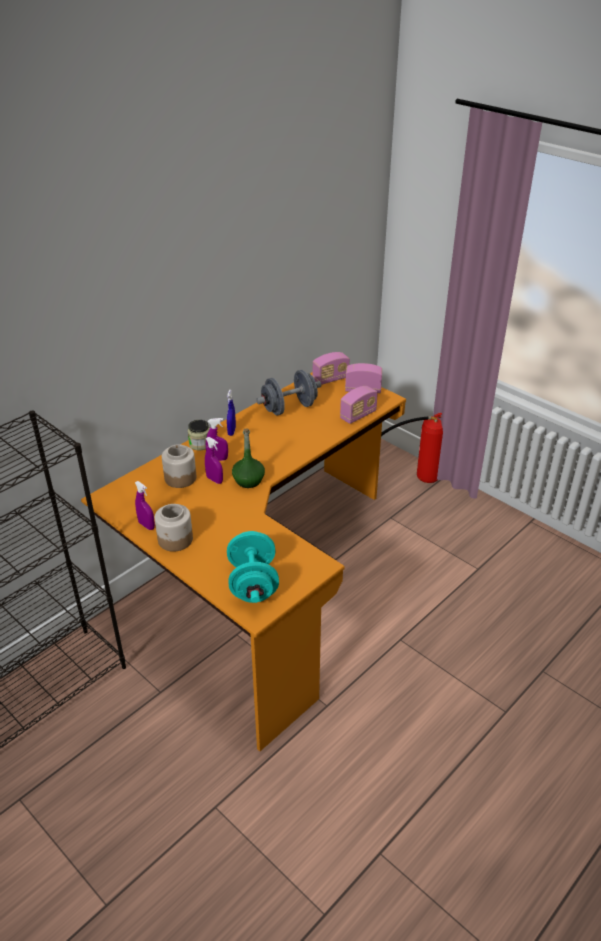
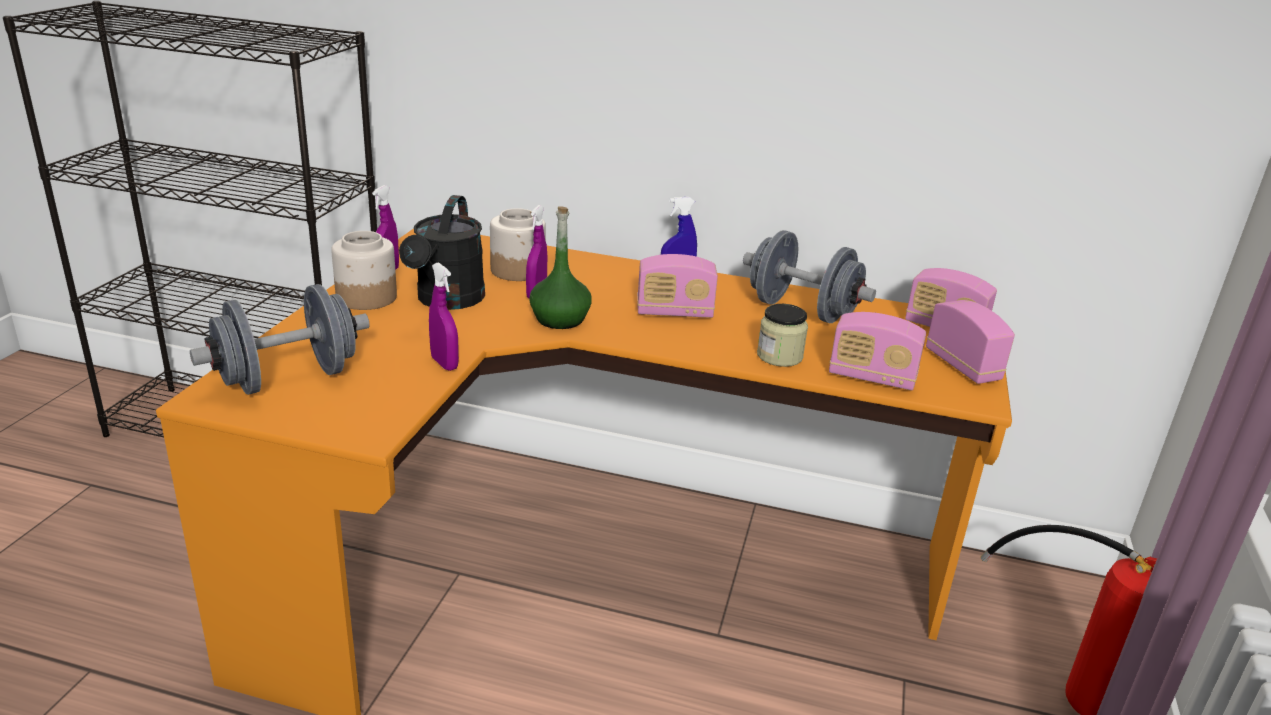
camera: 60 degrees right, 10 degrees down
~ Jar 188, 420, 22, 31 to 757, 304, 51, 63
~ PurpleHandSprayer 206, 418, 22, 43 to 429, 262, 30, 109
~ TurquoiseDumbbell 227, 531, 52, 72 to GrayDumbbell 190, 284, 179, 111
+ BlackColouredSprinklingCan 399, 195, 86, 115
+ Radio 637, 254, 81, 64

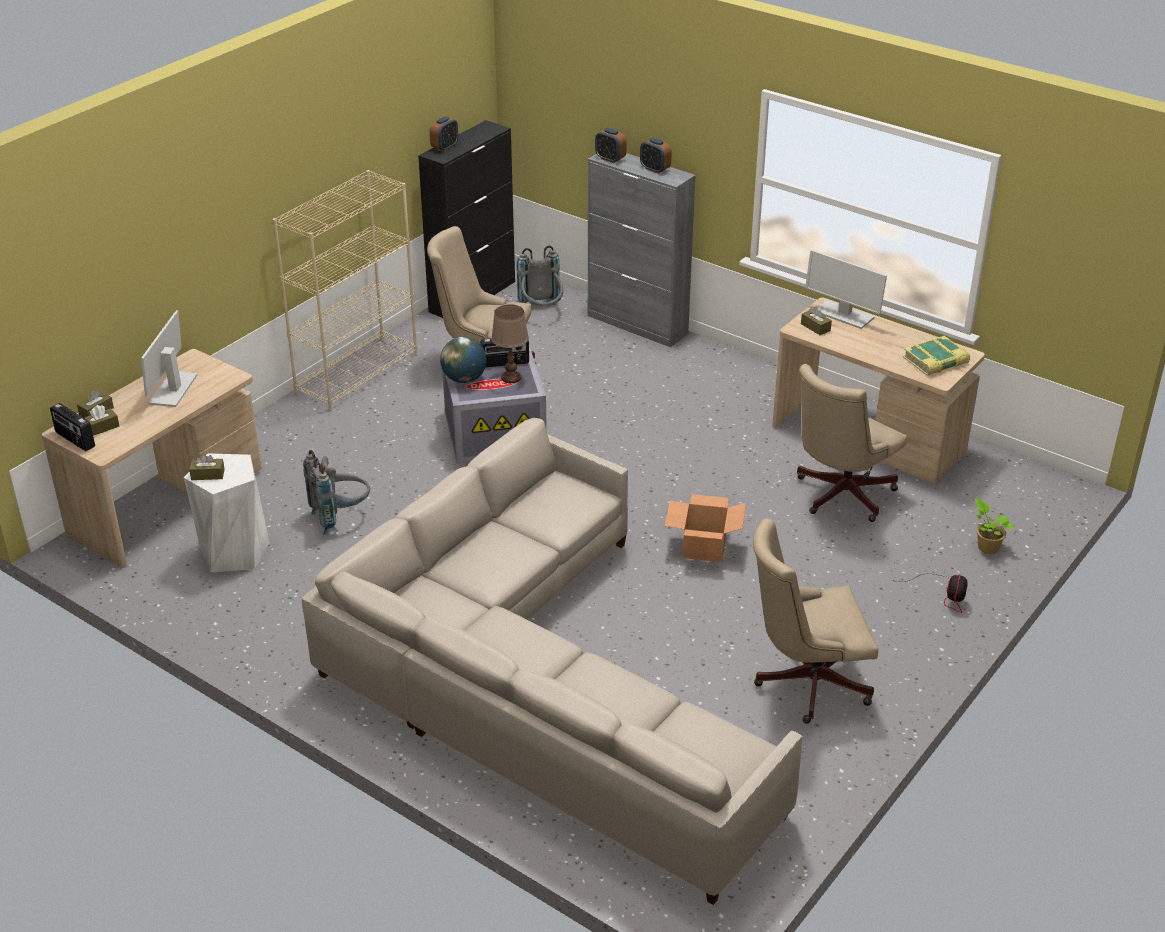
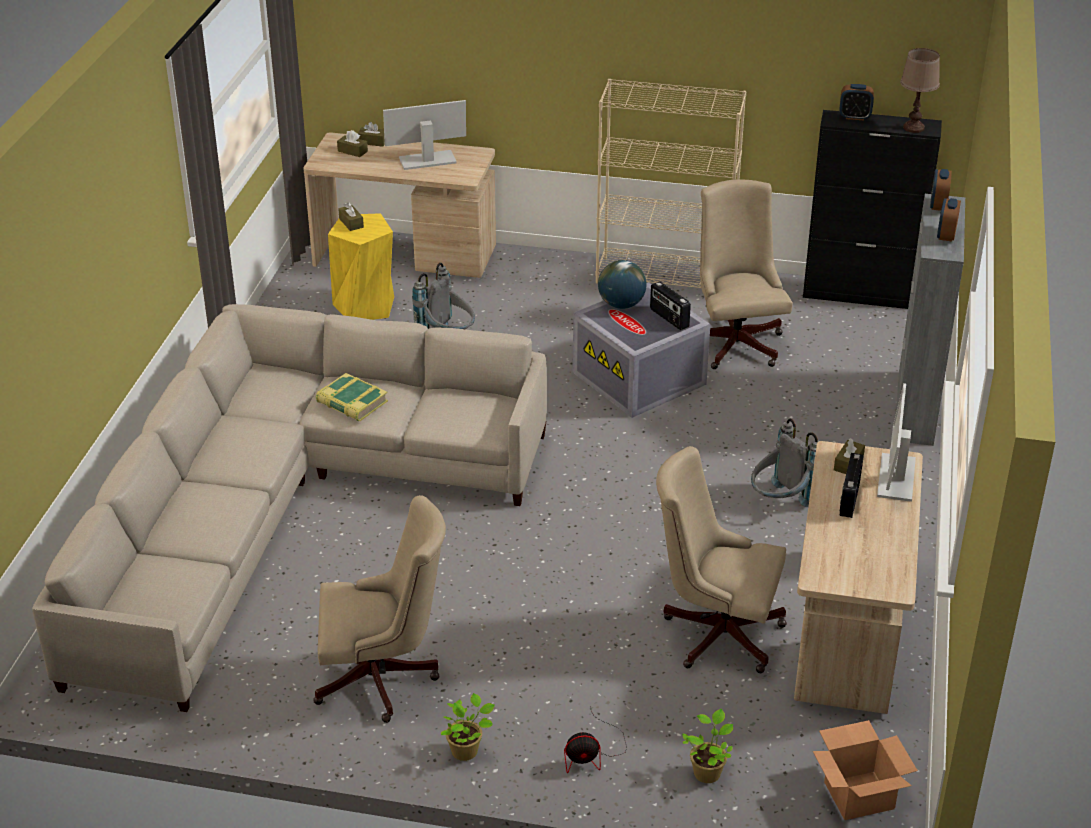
camera: 65 degrees right, 0 degrees up
~ Radio 50, 403, 45, 48 to 840, 453, 24, 65
~ WhiteColouredStoolSeat 184, 453, 86, 119 to YellowishStoolSeat 328, 213, 66, 107
~ BrownColouredTableLamp 491, 304, 38, 79 to 900, 48, 40, 85
~ GrayRucksack 516, 246, 47, 60 to 751, 419, 68, 88
~ CardboardBox 665, 494, 81, 68 to 813, 720, 105, 100
~ BeigeDeskChair 753, 518, 125, 206 = 313, 495, 133, 228 120 degrees clockwise
~ Book 903, 336, 67, 40 to 316, 373, 72, 48
+ PottedPlant 441, 693, 54, 68

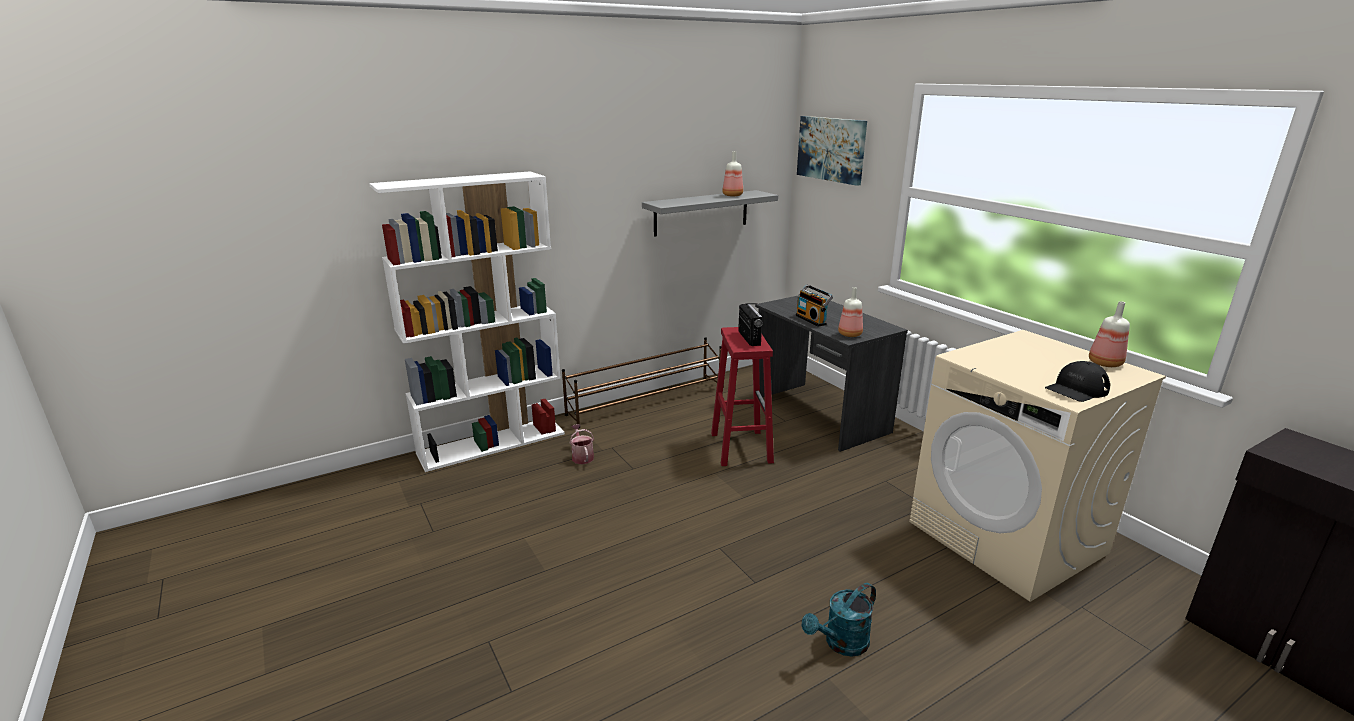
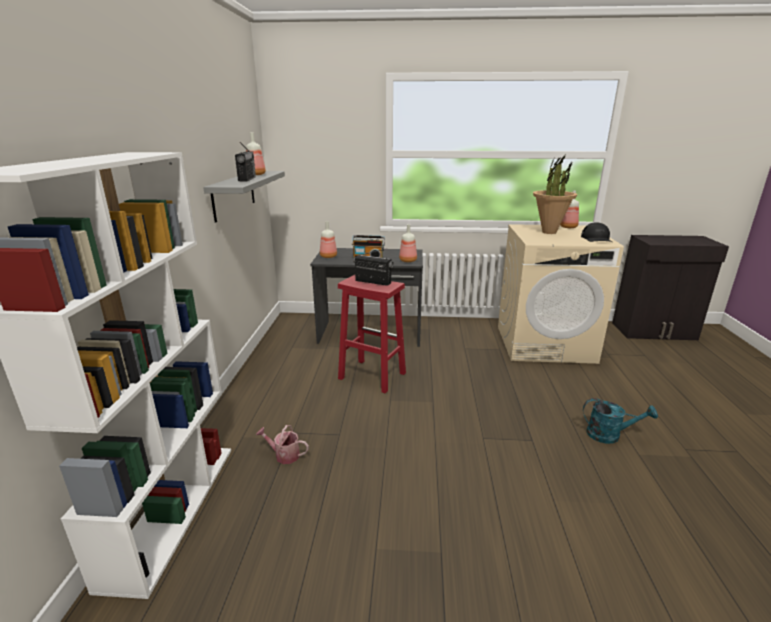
camera: 55 degrees left, 0 degrees up
- BrownColouredShoeStand 562, 337, 160, 91
- Picture 797, 116, 70, 70
~ TurquoiseSprinklingCan 802, 583, 74, 74 = 583, 398, 75, 46 75 degrees counterclockwise
+ Radio 235, 142, 21, 39
+ BeverageBottle 320, 221, 17, 37
+ PottedPlant 533, 155, 44, 79

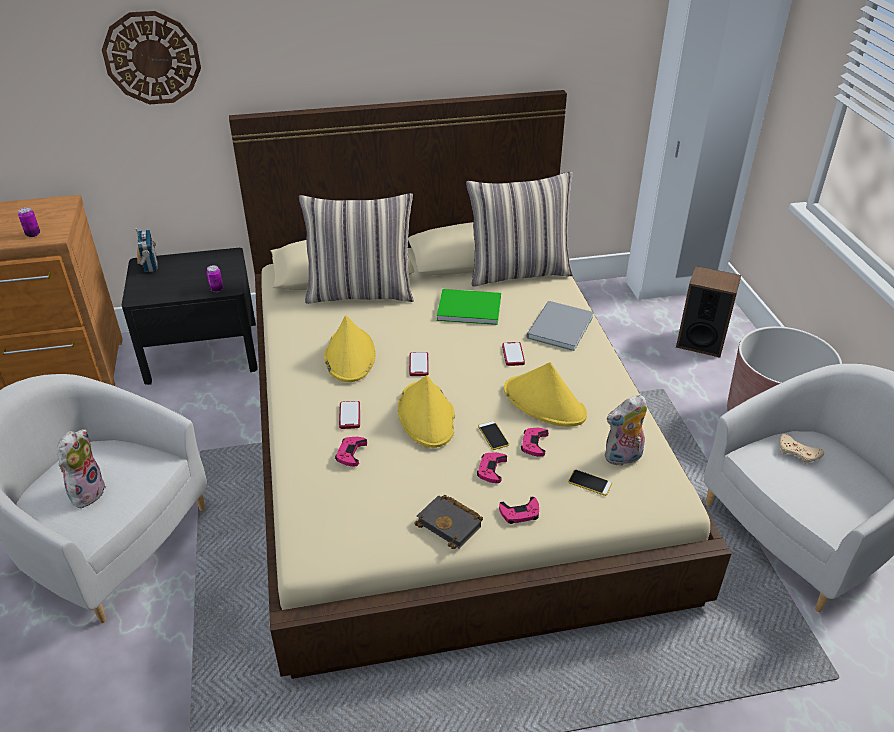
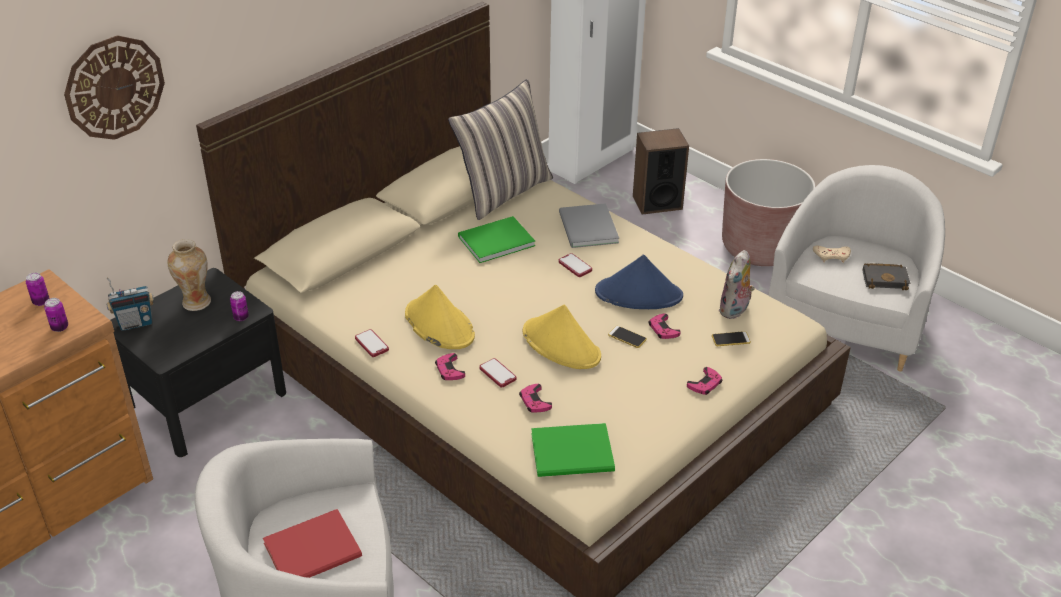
camera: 35 degrees left, 0 degrees up
~ SoftToy 57, 429, 49, 79 to ReddishBook 263, 509, 99, 69
~ Radio 135, 228, 23, 44 = 106, 277, 48, 54 120 degrees clockwise
- Pillow 299, 193, 115, 111
~ Phone 409, 352, 20, 24 to 355, 329, 34, 28
~ BlackColouredBook 414, 495, 69, 54 to 862, 263, 48, 27
~ PinkColouredGameController 477, 453, 30, 30 to 435, 353, 30, 27
~ YellowishWearableHat 504, 362, 83, 65 to BlueColouredWearableHat 595, 255, 88, 54
+ SealedCan 26, 272, 23, 34
+ Vase 168, 239, 43, 72
+ GreenishBook 531, 423, 84, 54

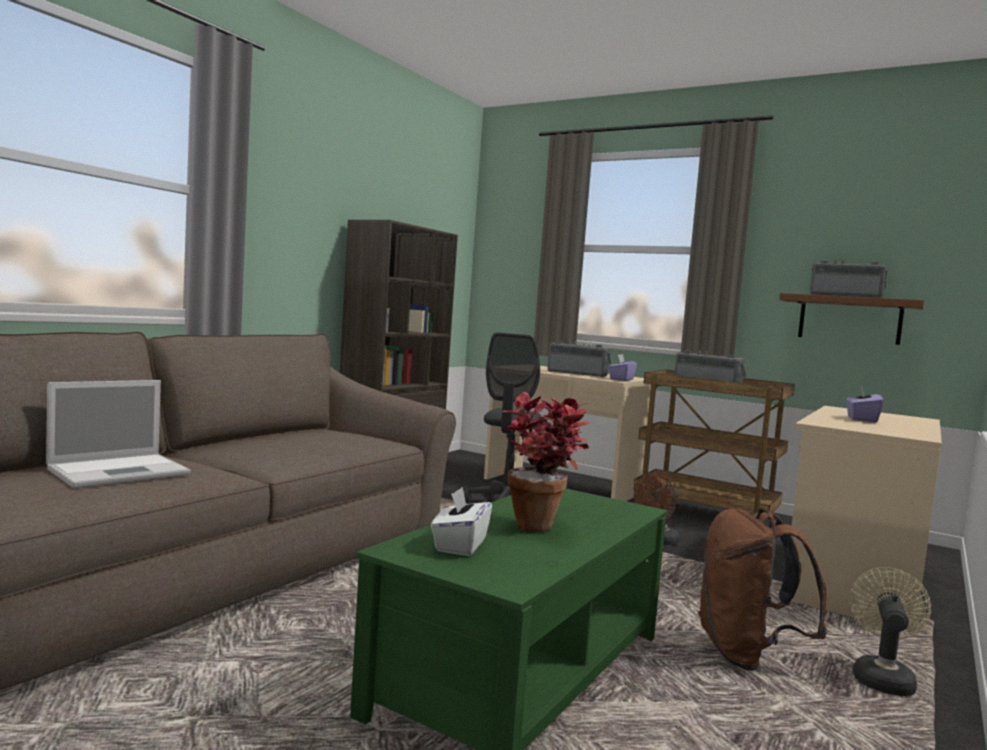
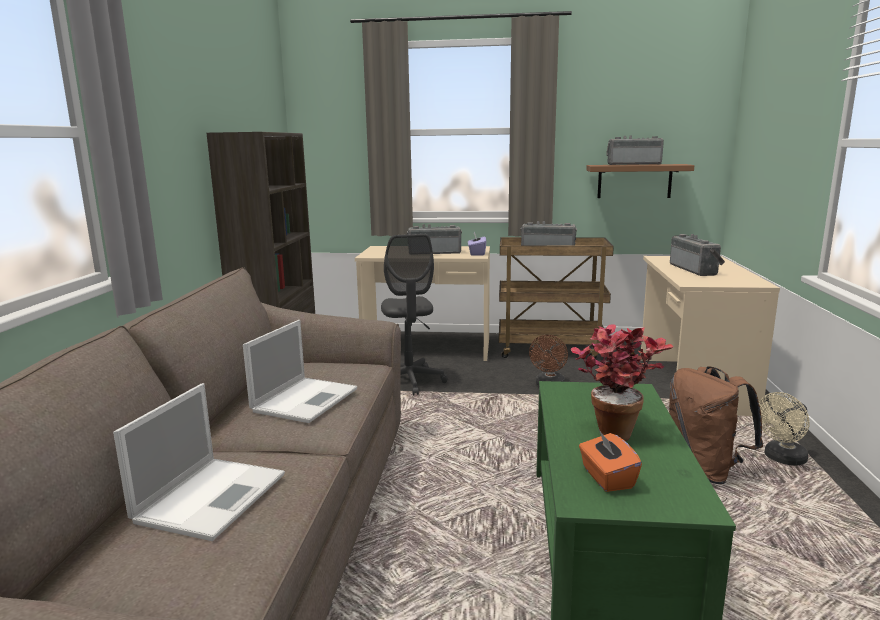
camera: 25 degrees left, 10 degrees up
~ WhiteColouredBoxOfTissues 431, 487, 61, 69 to OrangeBoxOfTissues 579, 430, 63, 62
~ PurpleBoxOfTissues 846, 385, 37, 37 to Radio 670, 234, 55, 42
~ BeigeFan 849, 567, 82, 129 = 759, 392, 51, 74 120 degrees counterclockwise
+ NotebookComputer 243, 320, 114, 103

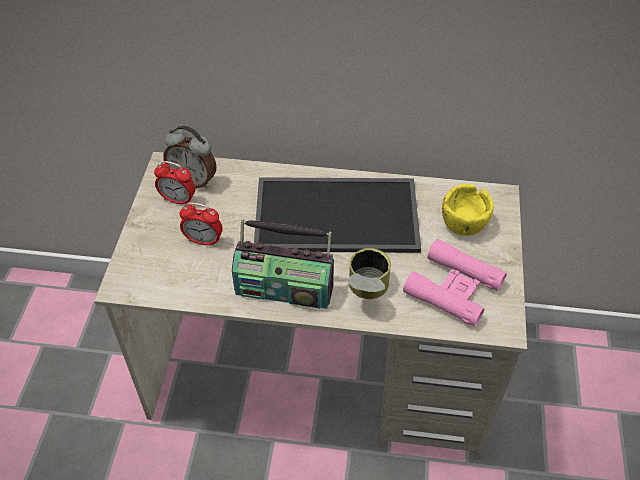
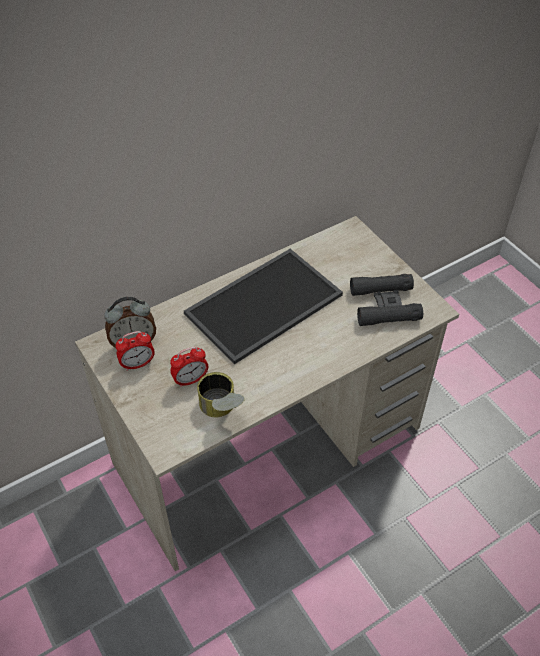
camera: 40 degrees left, 0 degrees up
- Radio 232, 219, 102, 90
~ SealedCan 348, 248, 43, 51 to 197, 372, 48, 45
~ PinkColouredPairOfBinoculars 403, 239, 104, 87 to BlackColouredPairOfBinoculars 350, 274, 73, 52
- YellowishDeepDish 442, 184, 52, 52

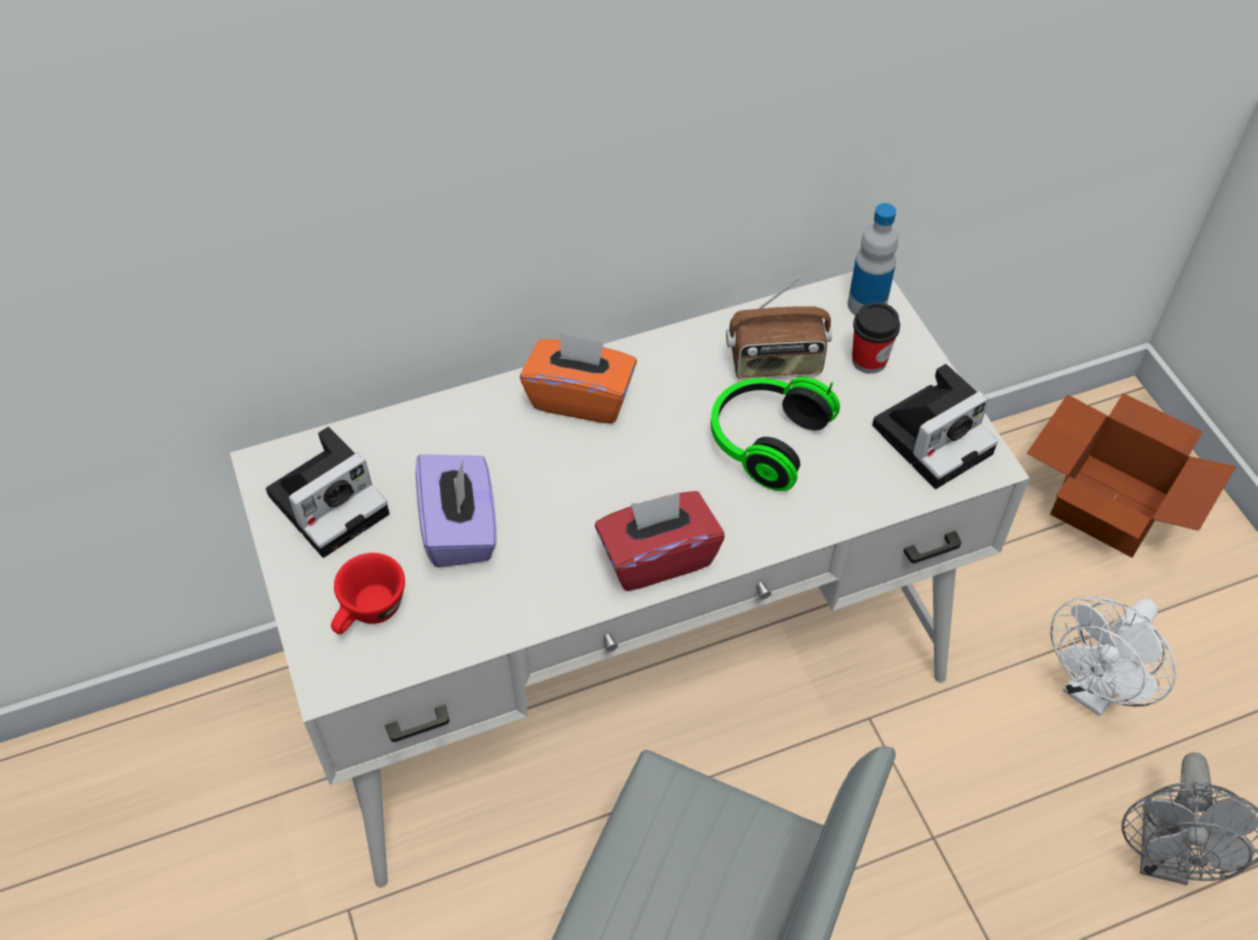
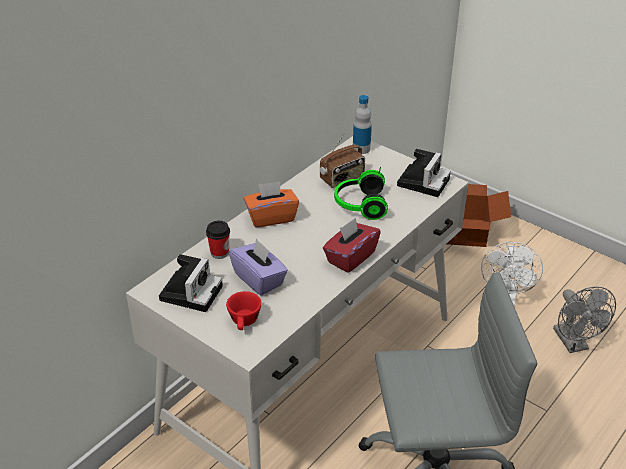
camera: 30 degrees left, 15 degrees down
~ DrinkingCup 852, 302, 48, 72 to 206, 221, 24, 38

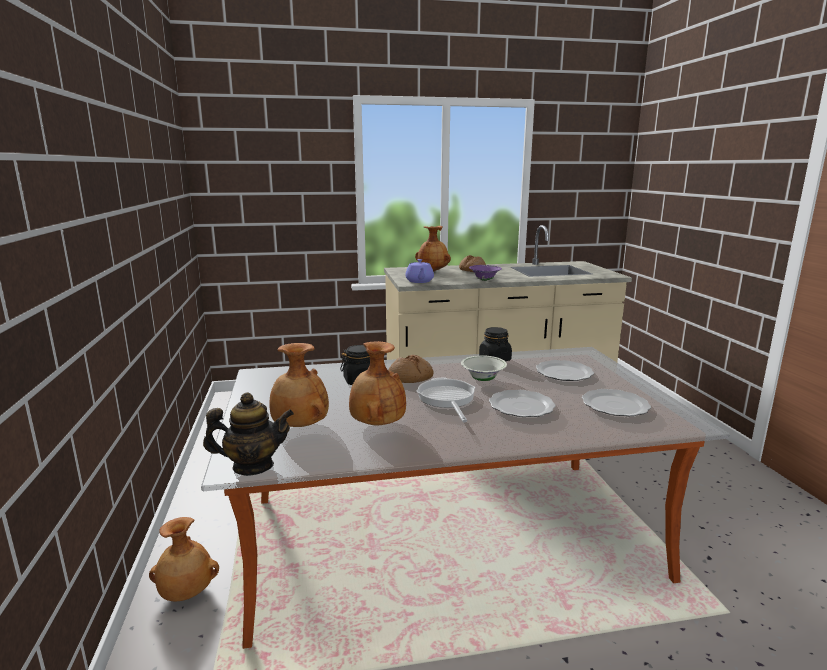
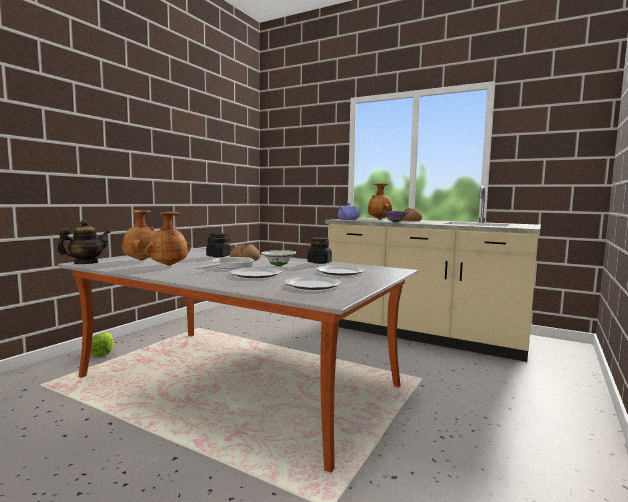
camera: 40 degrees right, 10 degrees down
~ BrownColouredVase 149, 517, 70, 84 to Lettuce 91, 332, 23, 25
~ TeaPot 203, 392, 91, 84 = 57, 219, 53, 45 75 degrees counterclockwise

